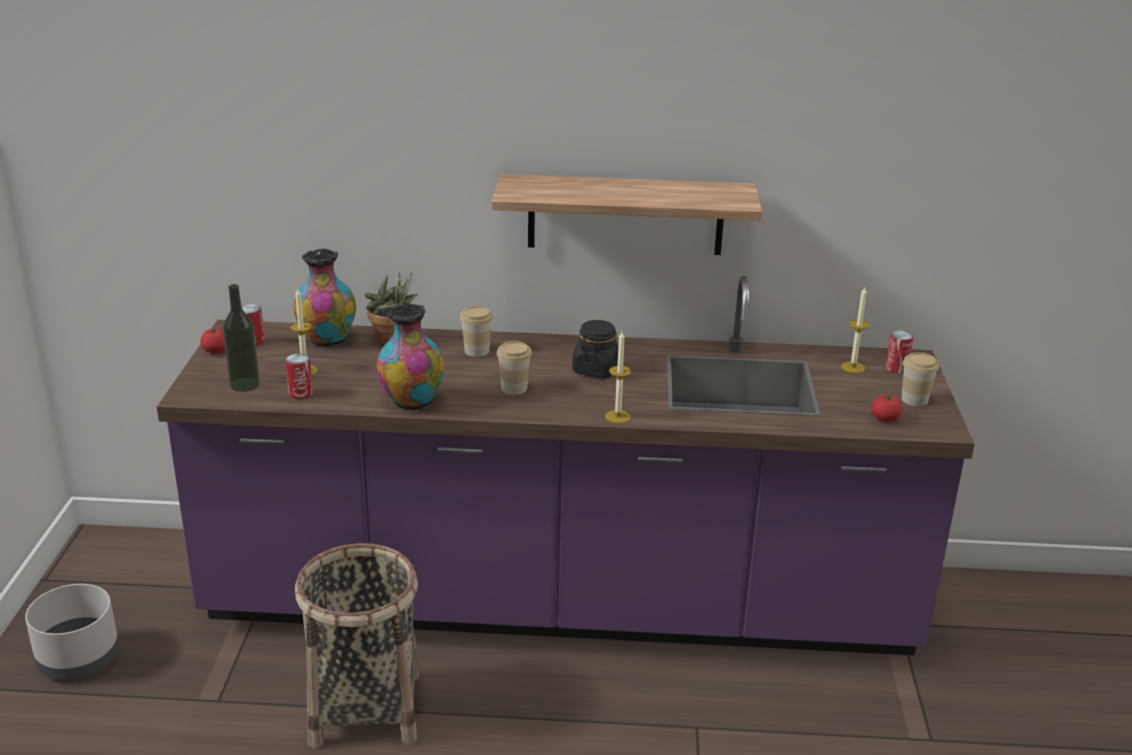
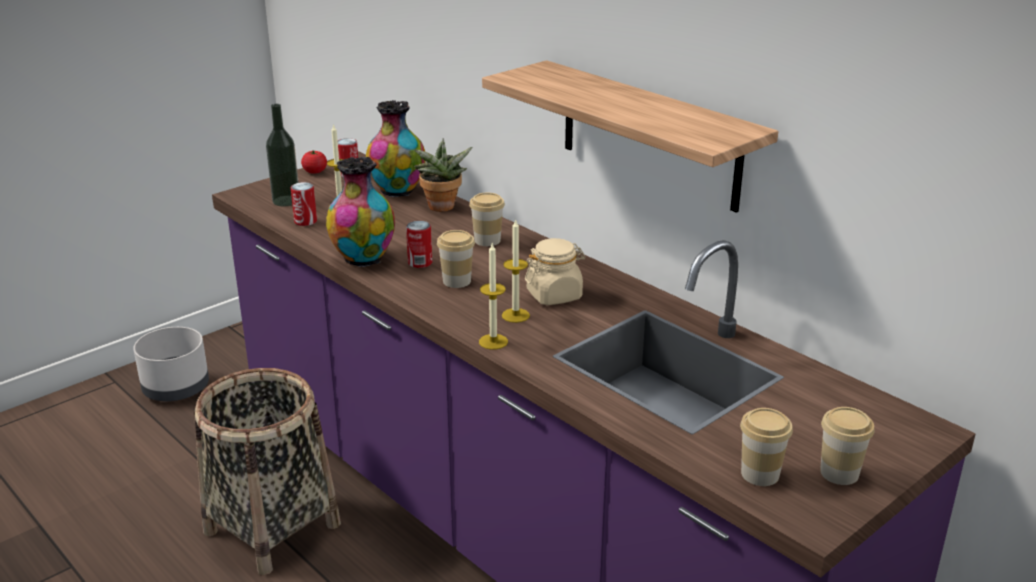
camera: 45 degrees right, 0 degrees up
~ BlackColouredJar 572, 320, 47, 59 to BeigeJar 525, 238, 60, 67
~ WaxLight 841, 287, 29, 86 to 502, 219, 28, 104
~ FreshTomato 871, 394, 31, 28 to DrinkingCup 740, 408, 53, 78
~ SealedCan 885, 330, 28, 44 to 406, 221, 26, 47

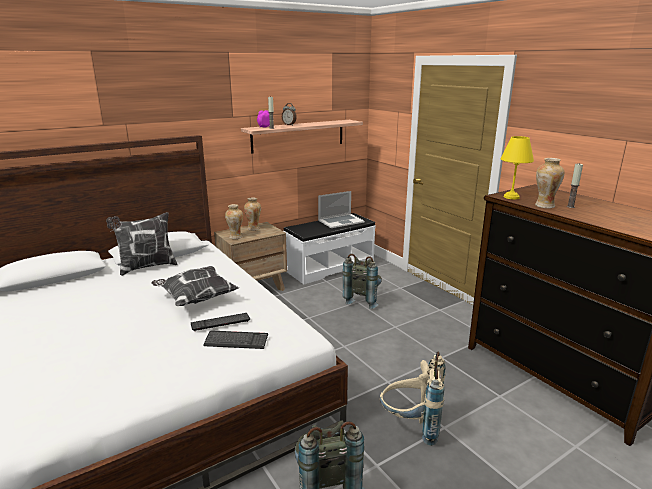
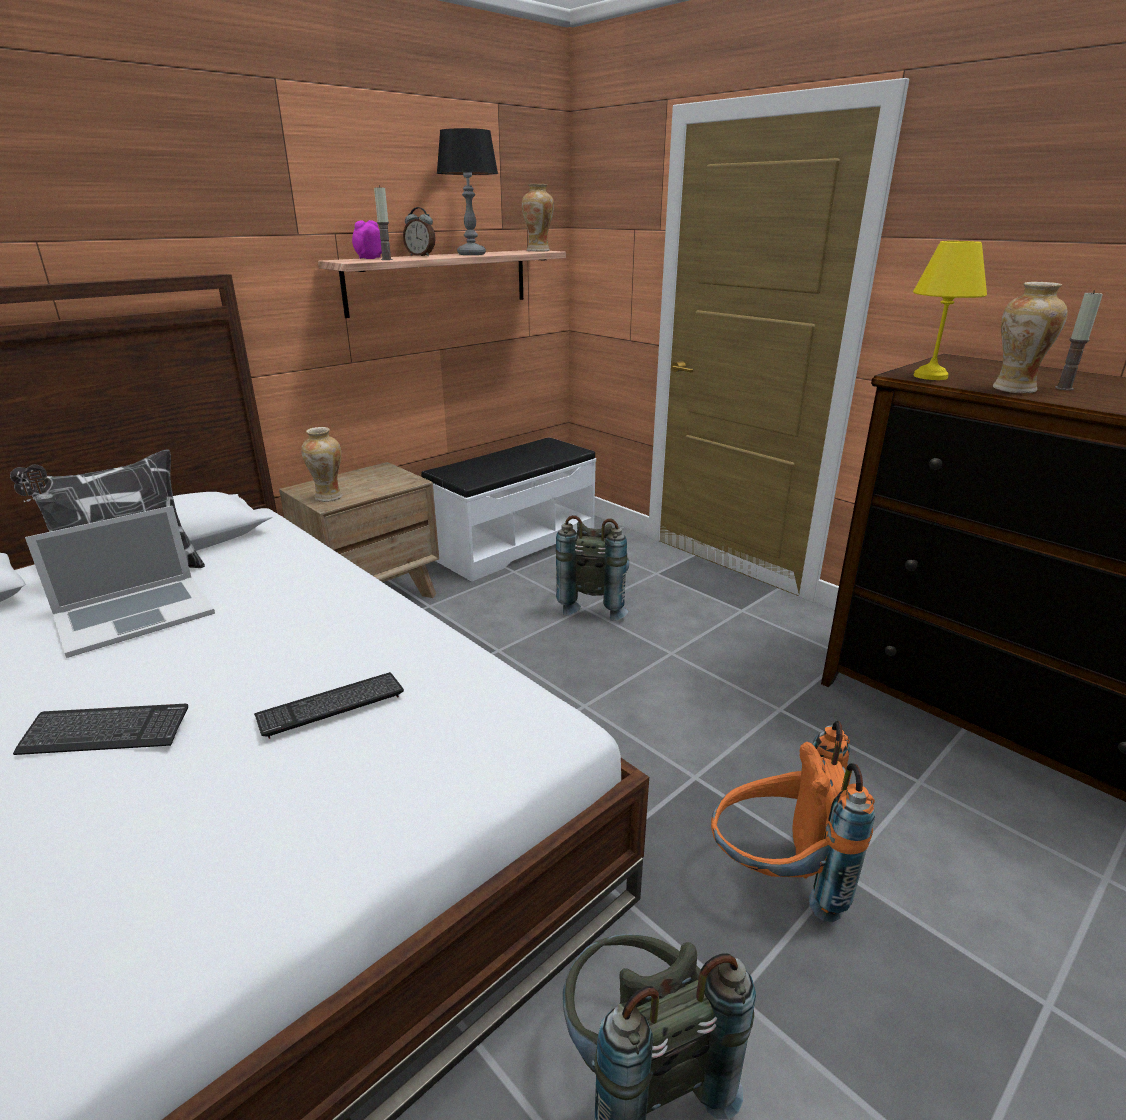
camera: 10 degrees left, 5 degrees up
- Pillow 151, 266, 88, 40
~ ComputerKeyboard 203, 331, 65, 18 to 13, 704, 175, 51
~ Vase 244, 197, 17, 34 to 522, 184, 32, 67
~ NotebookComputer 318, 191, 47, 37 to 25, 506, 190, 152
~ BeigeRucksack 380, 352, 65, 94 to OrangeRucksack 711, 721, 164, 201
+ TableLamp 436, 128, 62, 127

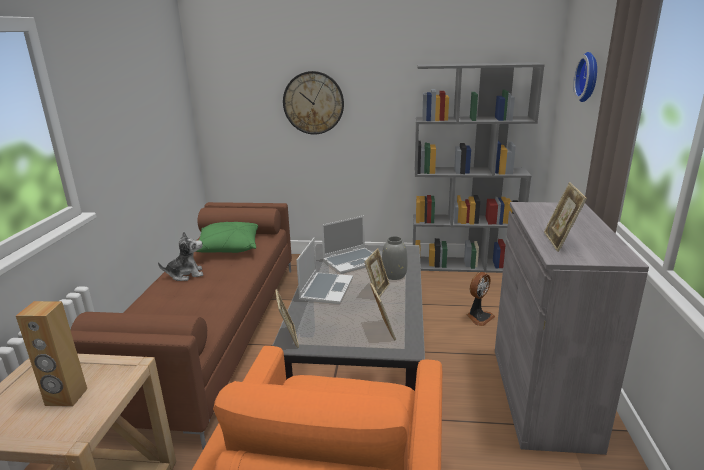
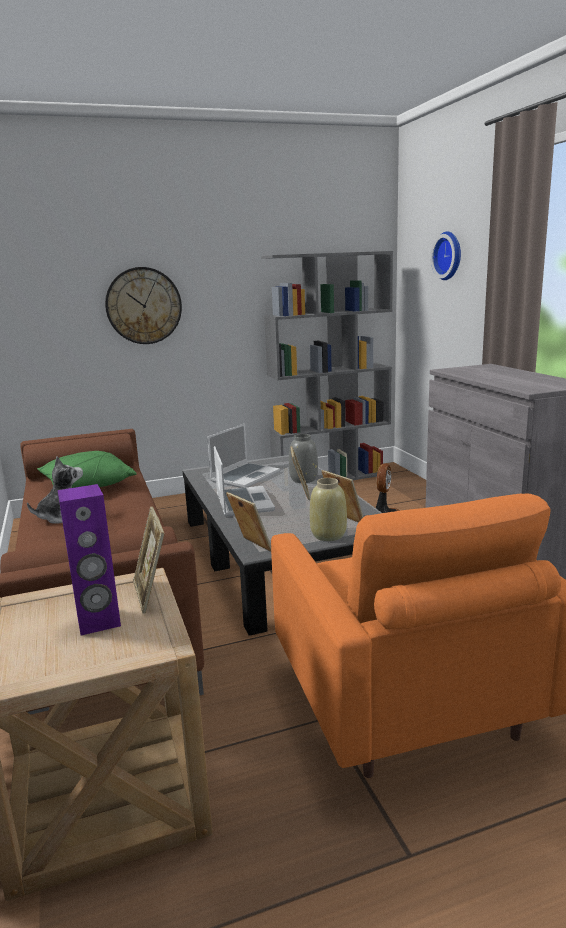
camera: 25 degrees left, 5 degrees down
~ BrownColouredLoudspeaker 16, 301, 71, 106 to PurpleLoudspeaker 58, 484, 63, 151
~ PhotoFrame 544, 182, 43, 70 to 133, 506, 32, 108
+ BeigeVase 310, 478, 37, 63

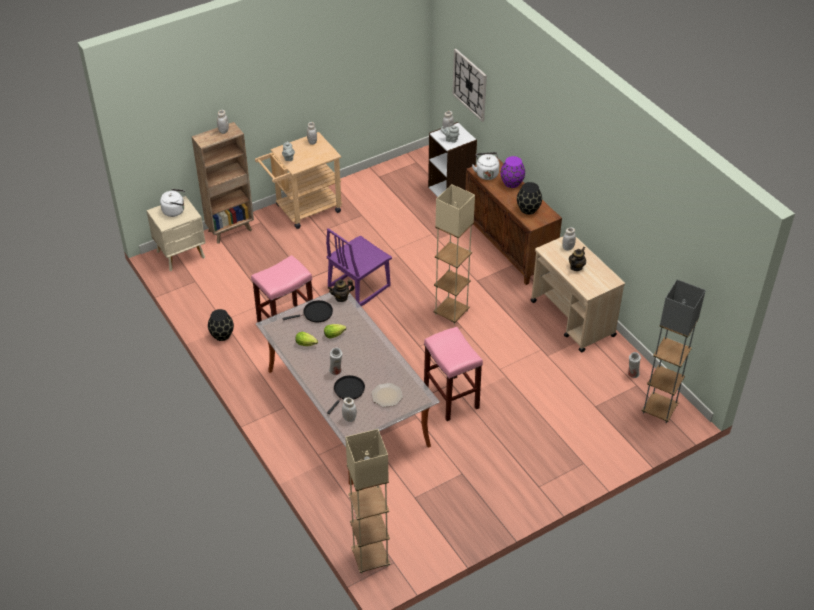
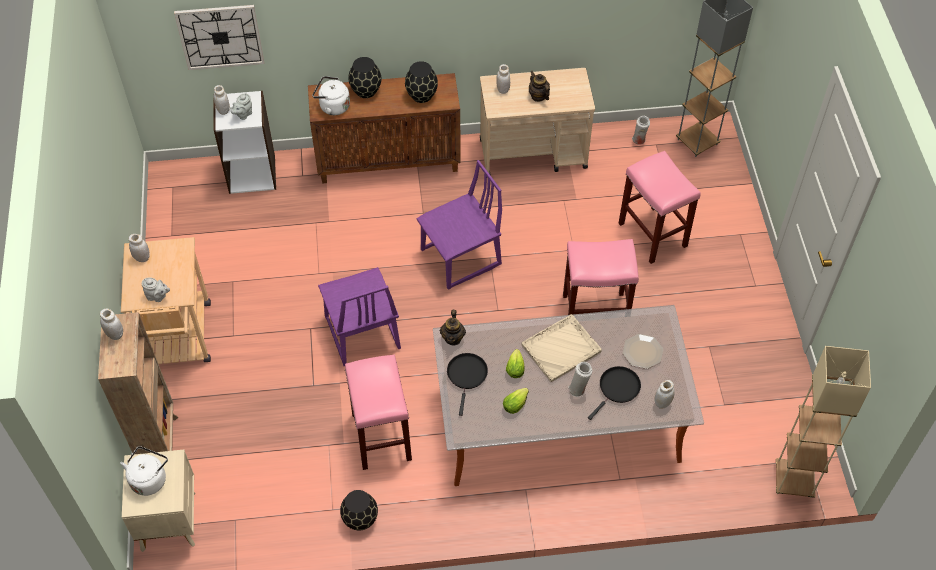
camera: 65 degrees left, 10 degrees up
~ BlackColouredPan 327, 375, 38, 39 = 588, 366, 53, 54 75 degrees clockwise
~ BeigeFloorLamp 433, 184, 42, 140 to PurpleUprightChair 416, 160, 86, 130
~ PurpleVase 501, 156, 24, 32 to BlackColouredVase 348, 57, 33, 41
+ BeigeServingTray 522, 314, 80, 68
+ PinkColouredStoolSeat 619, 151, 82, 113

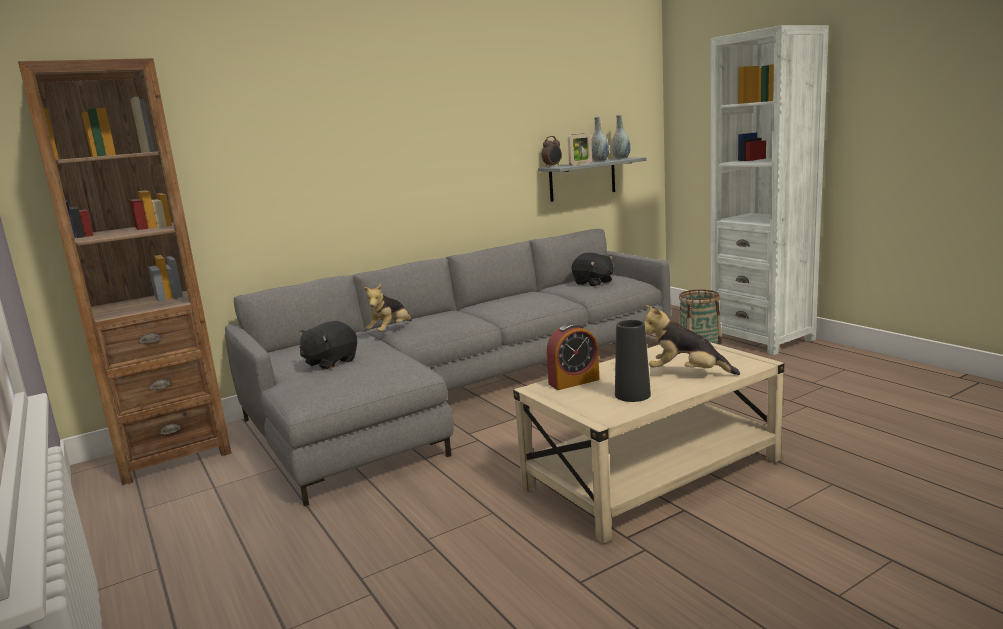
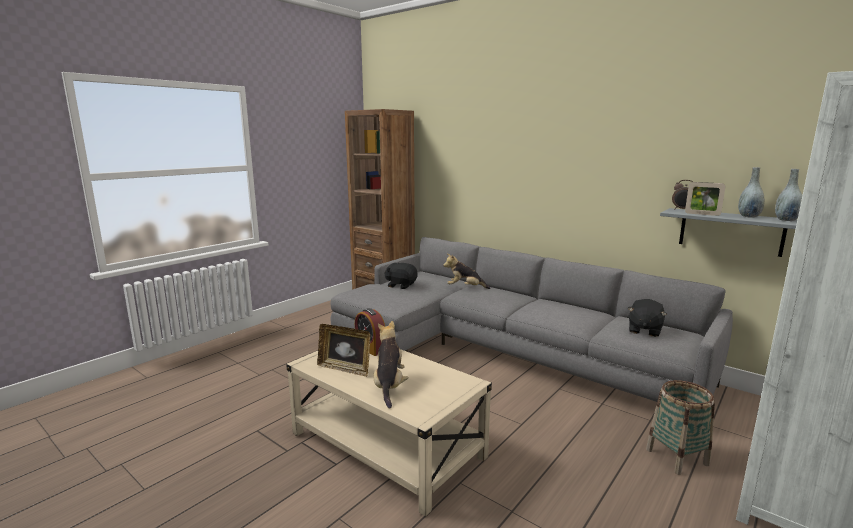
camera: 70 degrees right, 0 degrees up
~ BlackColouredVase 615, 320, 36, 82 to PhotoFrame 317, 324, 53, 53

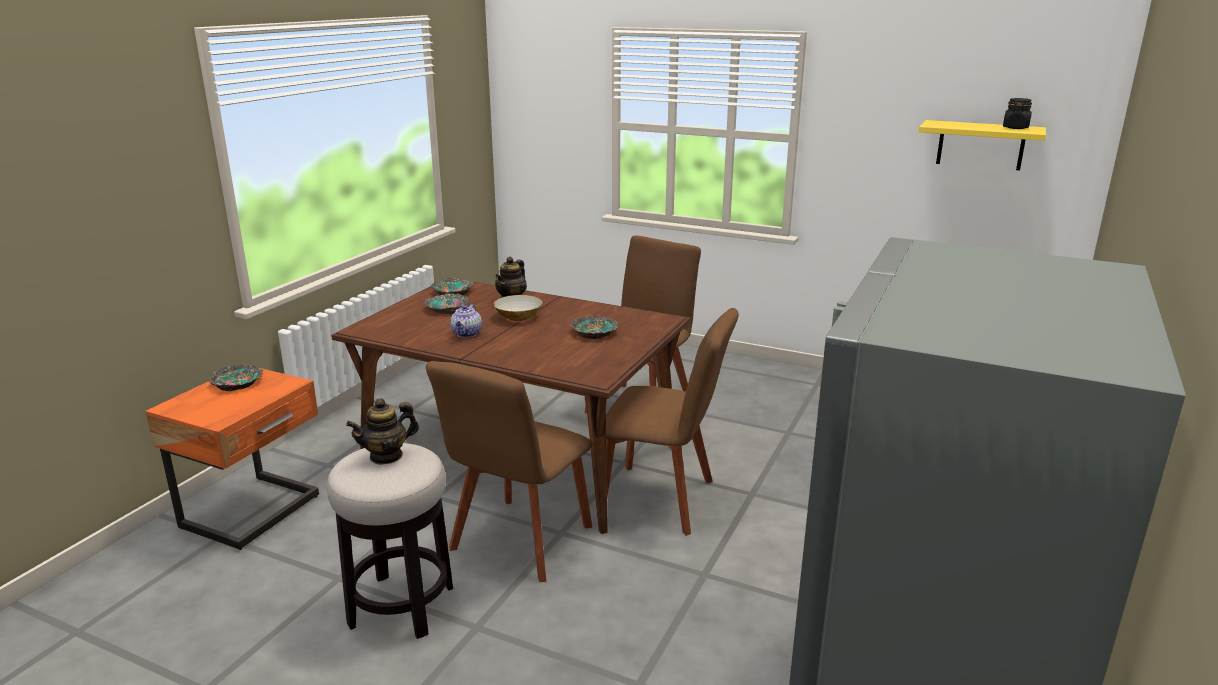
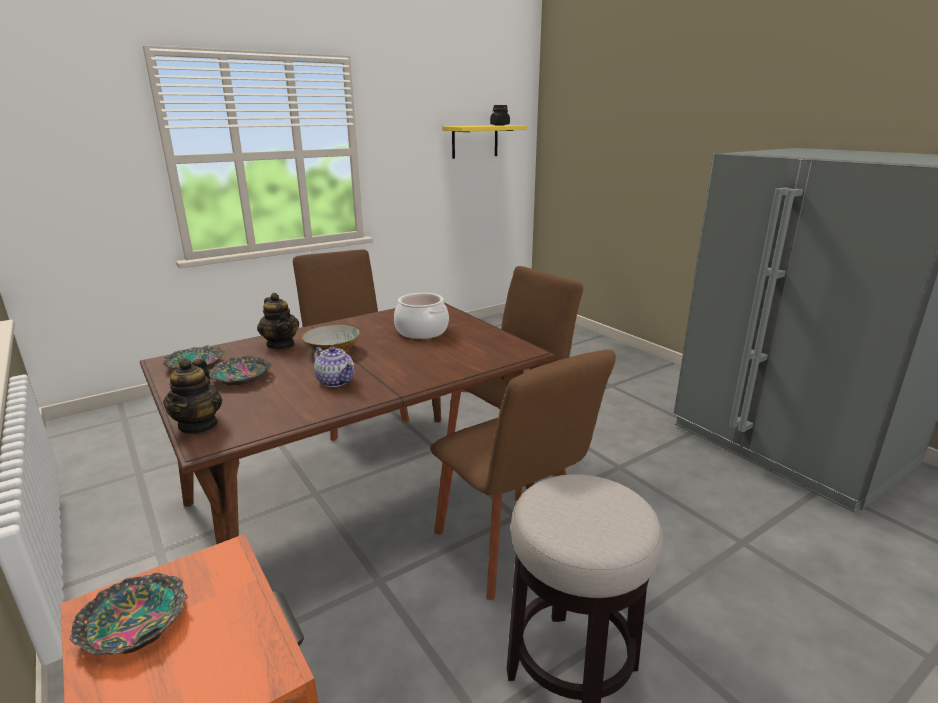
camera: 60 degrees left, 0 degrees up
~ TeaPot 346, 398, 73, 67 to 163, 358, 59, 76
~ DeepDish 570, 316, 48, 23 to Stockpot 394, 293, 55, 46

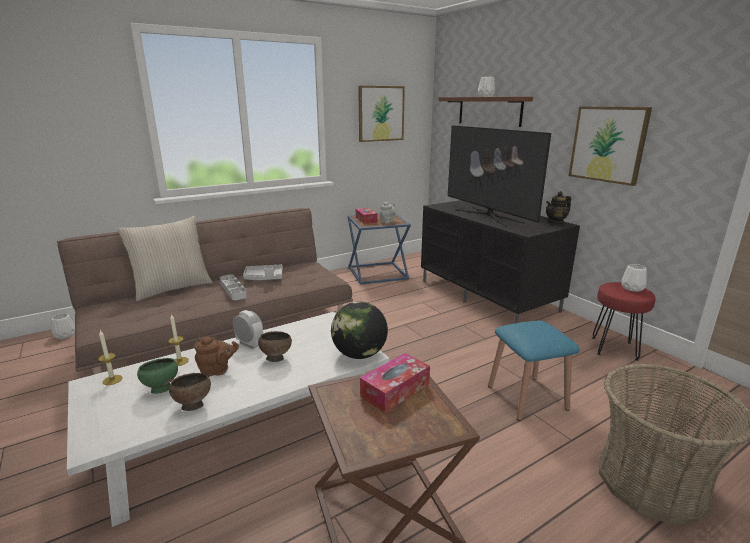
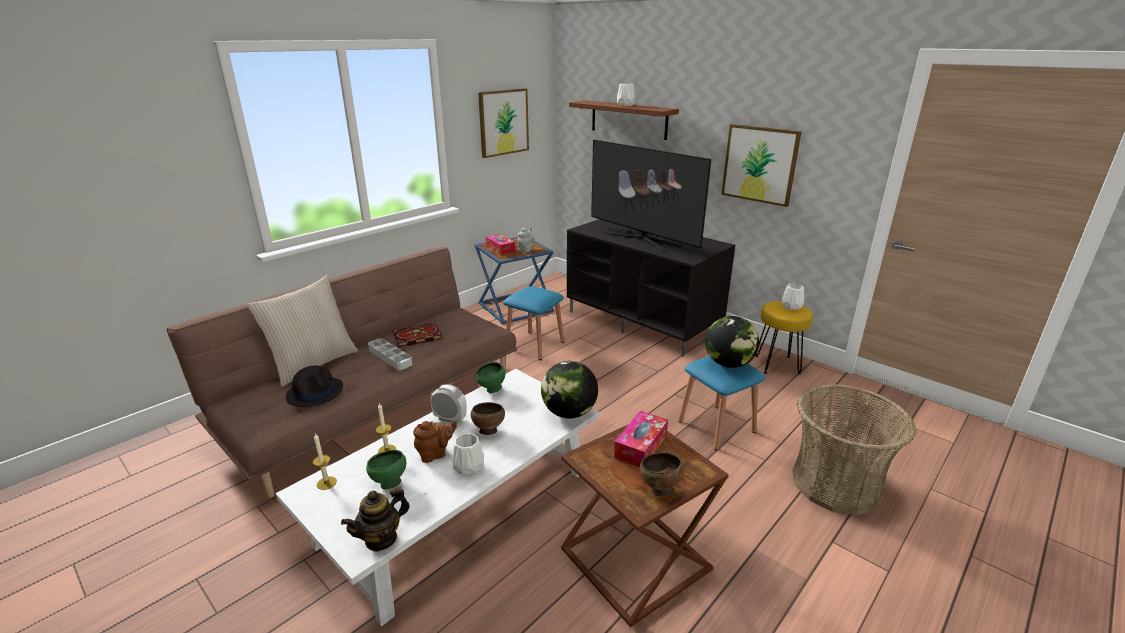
camera: 15 degrees left, 5 degrees up
~ WhiteColouredVase 51, 314, 24, 25 to 452, 434, 32, 42
~ BrownColouredDeepDish 169, 373, 42, 38 to 639, 453, 45, 44
~ GrayServingTray 243, 265, 40, 15 to Book 393, 323, 49, 24
~ TeaPot 546, 191, 25, 34 to 341, 486, 69, 66
~ ReddishStoolSeat 592, 282, 63, 79 to YellowishStoolSeat 755, 301, 58, 73
+ BlackColouredWearableHat 286, 366, 57, 41
+ GreenishDeepDish 475, 362, 30, 31
+ BlueColouredStoolSeat 503, 286, 61, 74
+ WorldGlobe 705, 316, 54, 52

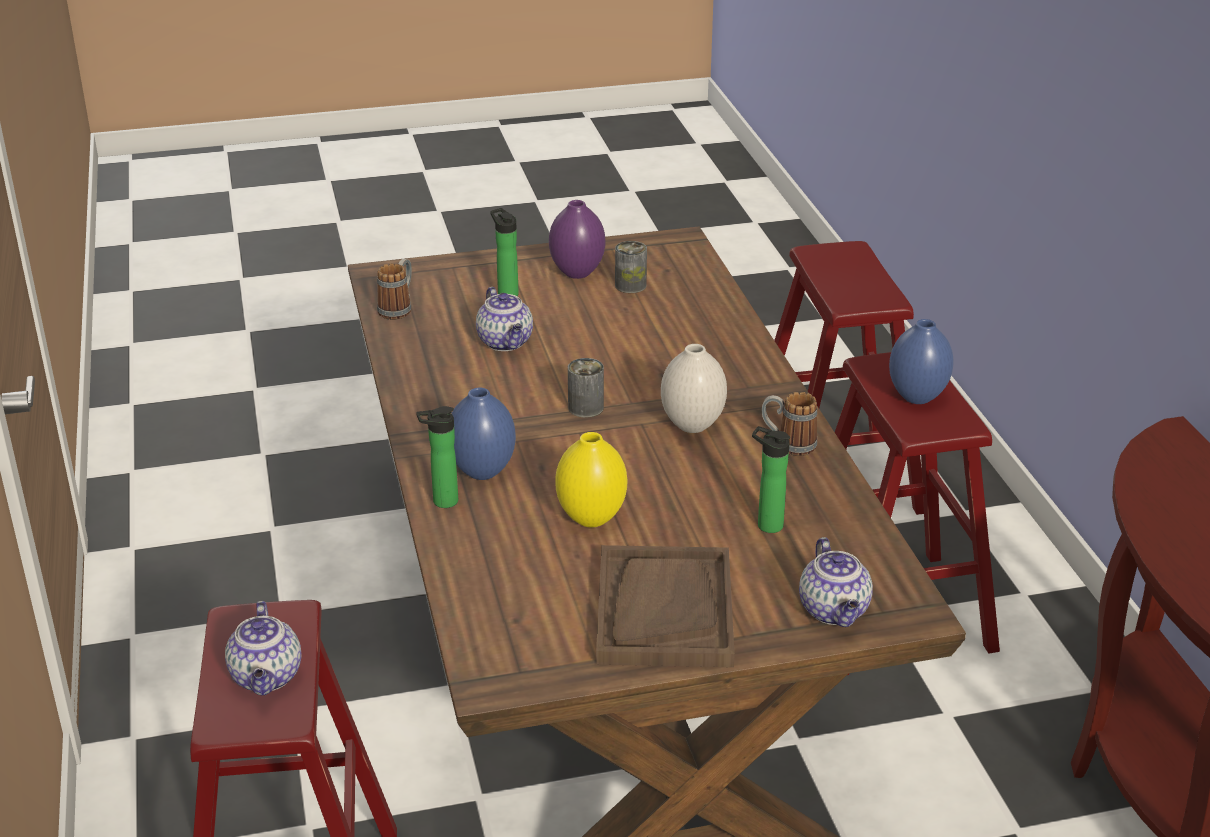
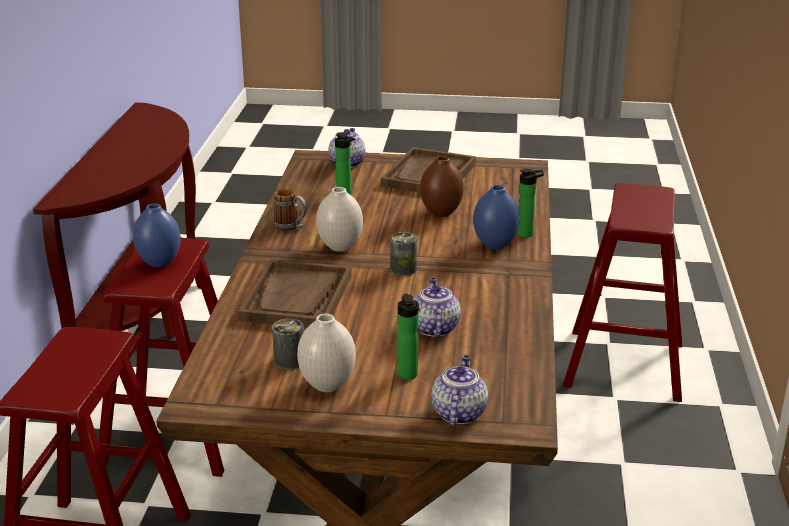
camera: 160 degrees left, 5 degrees down
~ TeaPot 225, 601, 77, 94 to 431, 355, 57, 70
- Mug 377, 259, 35, 61
~ PurpleVase 549, 200, 56, 79 to WhiteColouredVase 297, 314, 59, 78
~ YellowishVase 555, 432, 72, 95 to BrownColouredVase 420, 156, 44, 61
+ BrownColouredServingTray 238, 259, 114, 69

